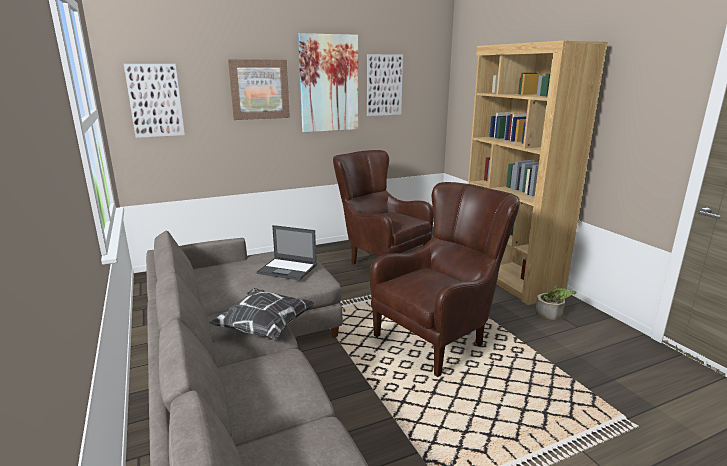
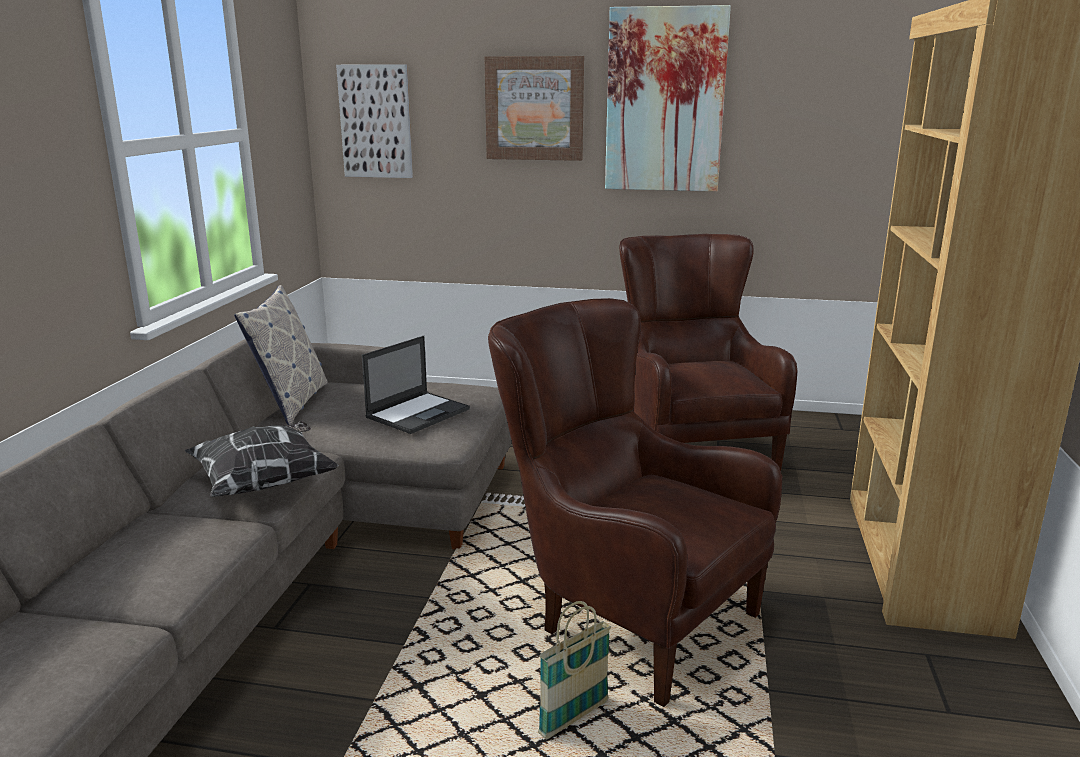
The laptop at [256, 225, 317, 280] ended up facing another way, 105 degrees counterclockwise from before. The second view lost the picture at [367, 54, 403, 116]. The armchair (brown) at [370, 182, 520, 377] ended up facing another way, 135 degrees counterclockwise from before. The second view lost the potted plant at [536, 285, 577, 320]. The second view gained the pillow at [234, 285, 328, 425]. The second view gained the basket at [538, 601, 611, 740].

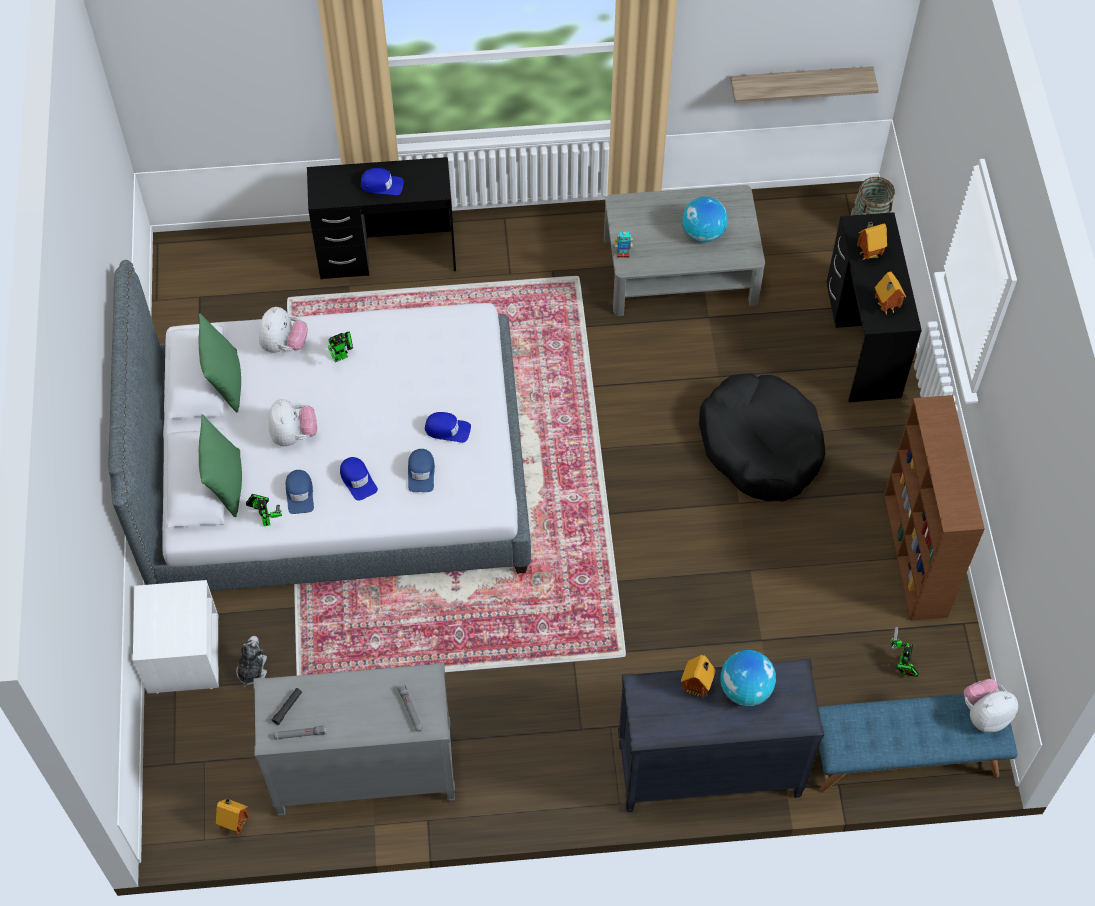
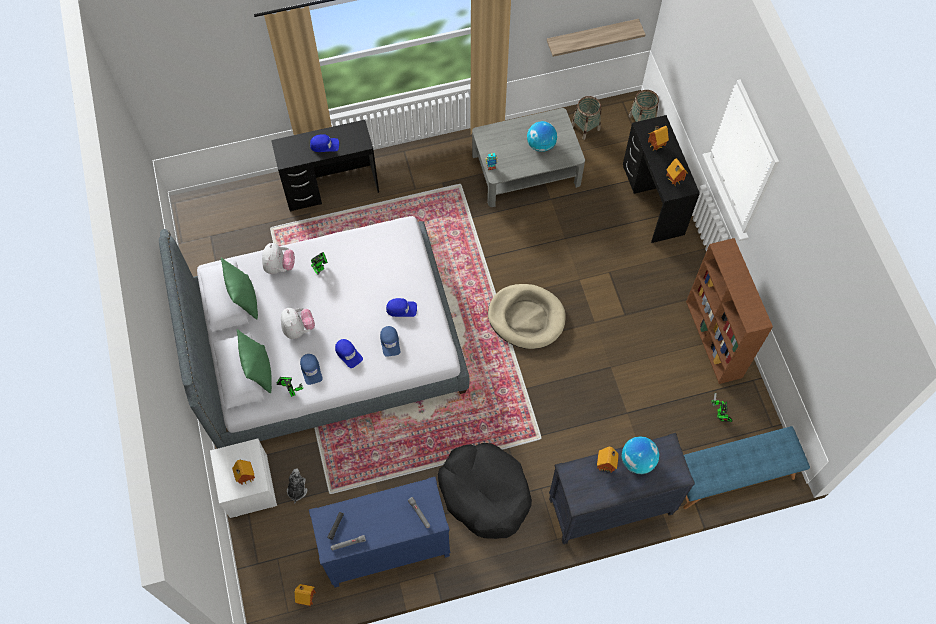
What was the dresser (grey) at [254, 663, 455, 816] turned into the dresser (blue) at [309, 477, 451, 588]. The dog bed (black) ended up elsewhere, having gone from [699, 373, 825, 501] to [438, 443, 532, 539]. The second view lost the plush toy at [964, 679, 1018, 732]. The second view gained the toy house at [232, 460, 255, 485]. The second view gained the dog bed (beige) at [488, 284, 566, 349]. The second view gained the basket at [572, 96, 601, 140].

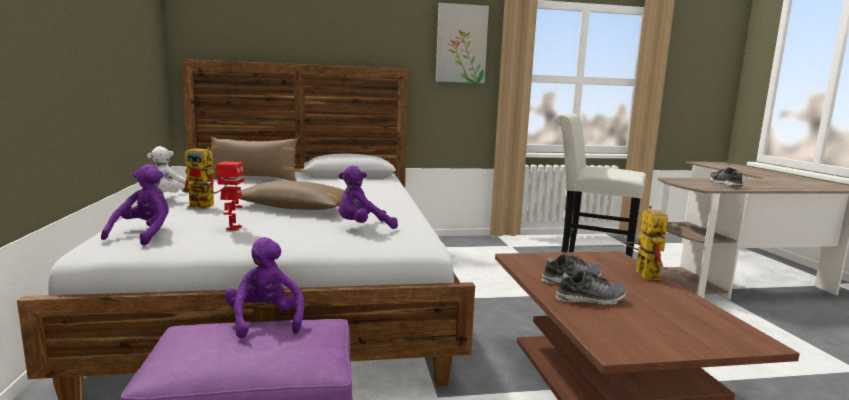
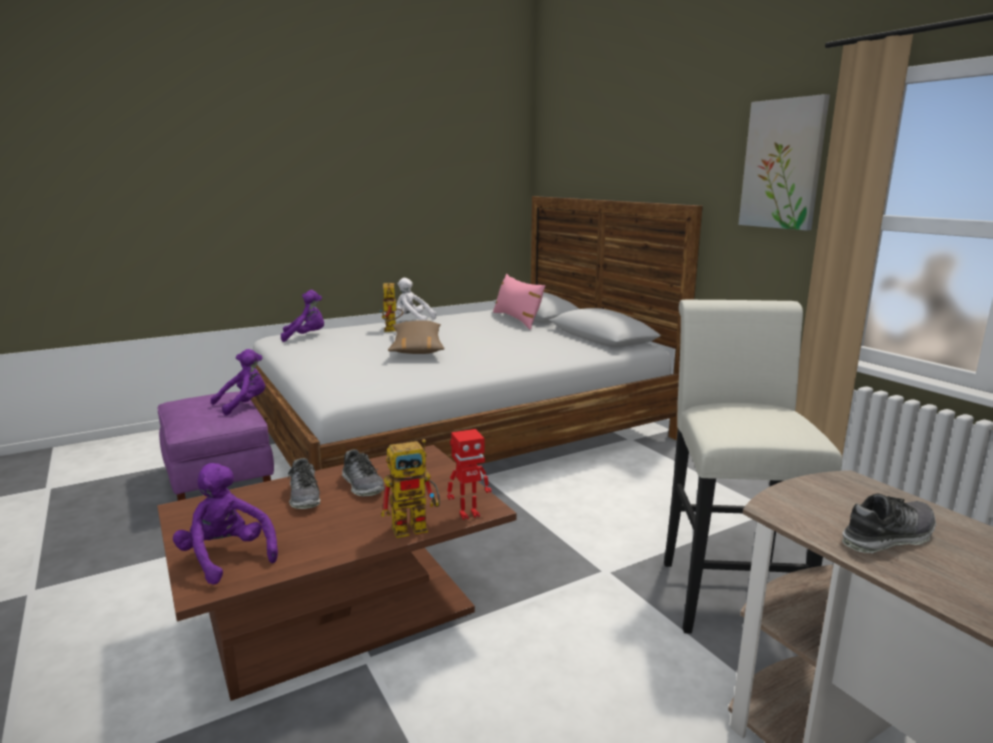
What was the pillow (brown) at [210, 137, 298, 181] turned into the pillow (pink) at [493, 274, 545, 330]. The toy robot ended up elsewhere, having gone from [216, 162, 244, 231] to [447, 429, 492, 520]. The plush toy (purple) ended up elsewhere, having gone from [339, 165, 398, 229] to [173, 463, 278, 585].

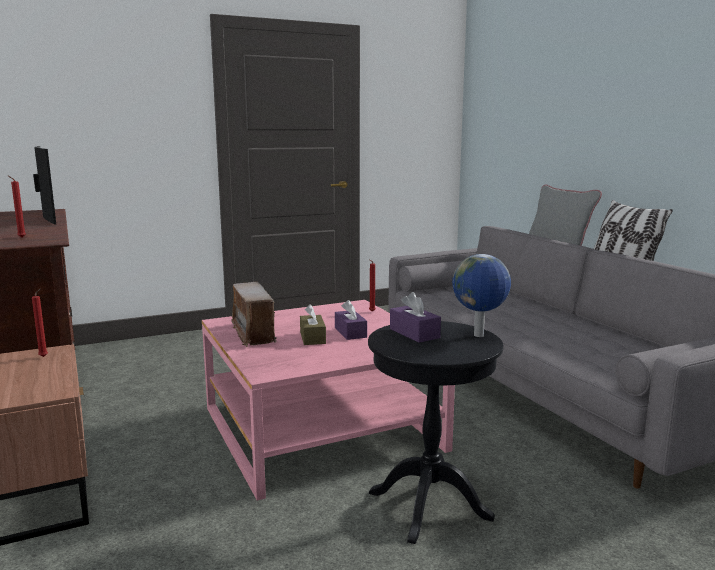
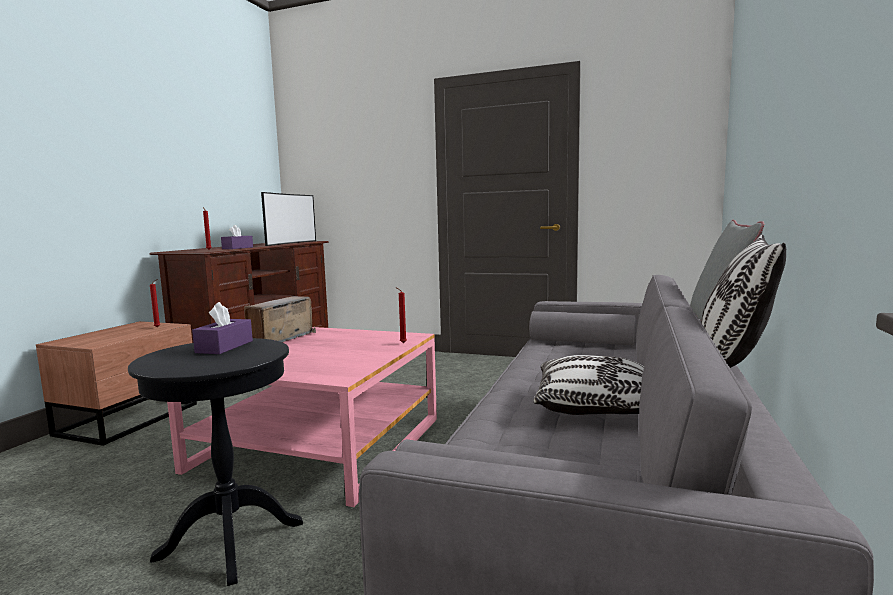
The second view lost the tissue box (brown) at [300, 304, 326, 345]. The tissue box (purple) ended up elsewhere, having gone from [335, 300, 367, 340] to [221, 225, 253, 249]. The second view lost the globe at [452, 254, 511, 337]. The second view gained the pillow at [534, 355, 644, 415].

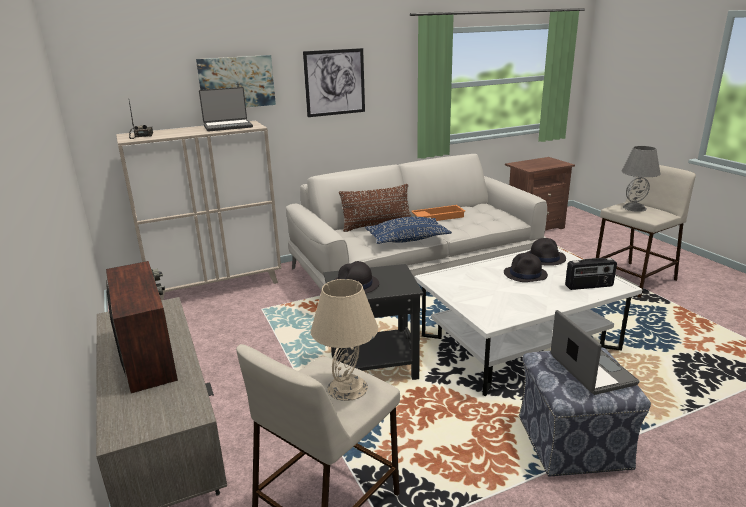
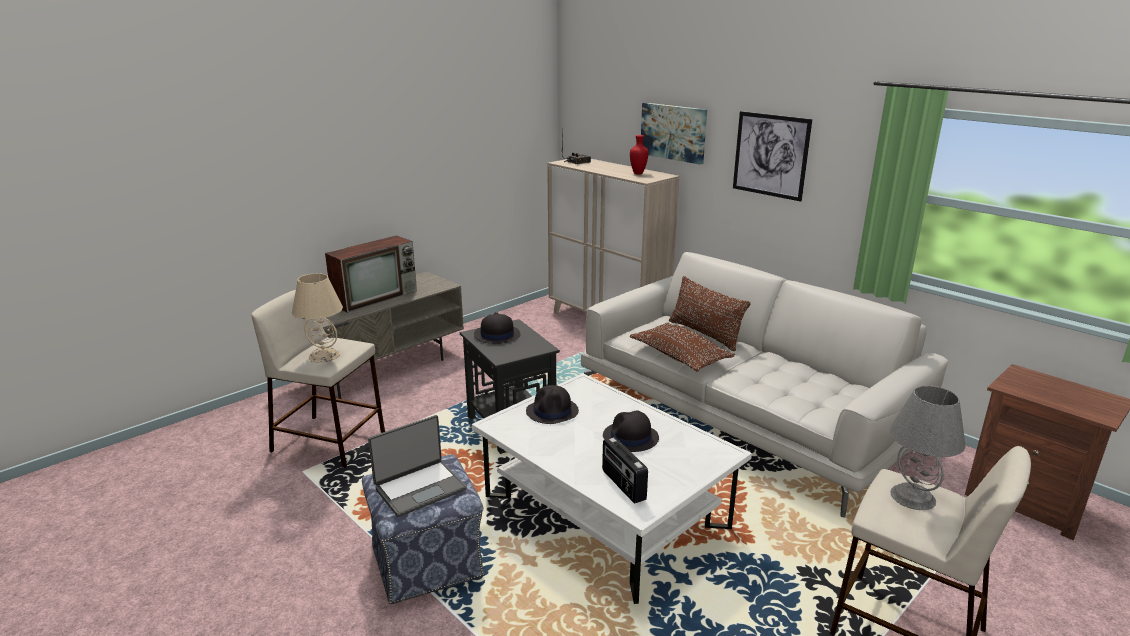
Where the laptop stood at [199, 87, 253, 131], the vase (red) came to stand at [630, 135, 648, 174]. What was the pillow (blue) at [365, 217, 452, 244] turned into the pillow (brown) at [630, 323, 735, 371]. The second view lost the tray (orange) at [411, 205, 466, 221]. The hat (black) ended up elsewhere, having gone from [526, 238, 566, 266] to [526, 385, 579, 424].

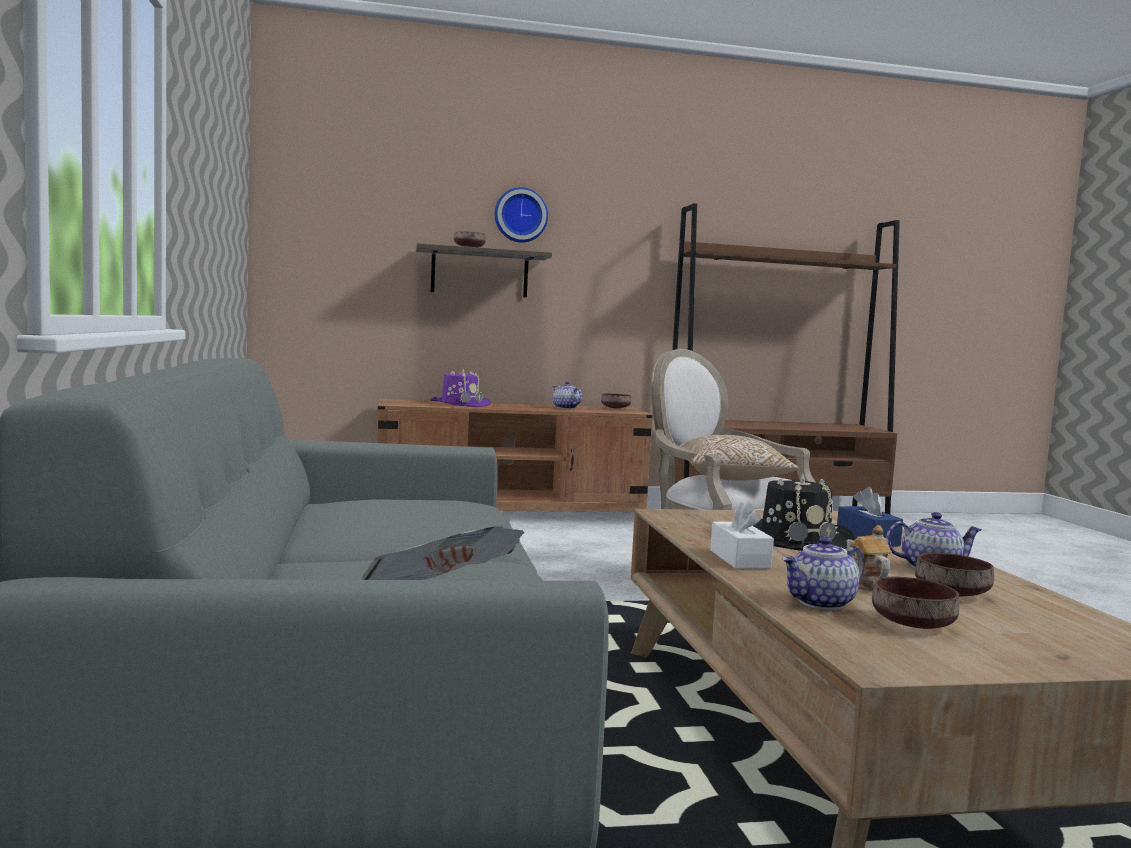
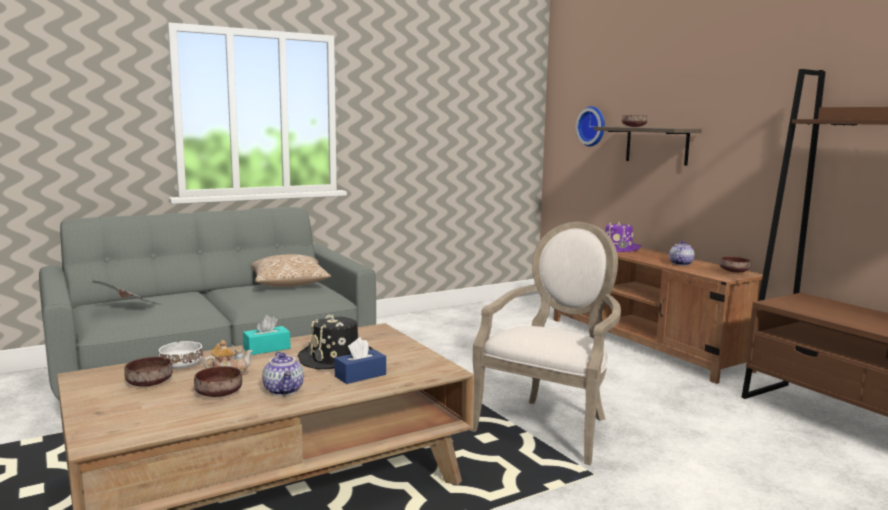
The wall clock ended up elsewhere, having gone from [495, 187, 548, 242] to [576, 106, 605, 147]. The pillow ended up elsewhere, having gone from [679, 435, 799, 481] to [251, 254, 331, 287]. What was the tissue box (white) at [710, 500, 774, 569] turned into the tissue box (turquoise) at [243, 315, 291, 355]. Where the teapot stood at [782, 537, 865, 610], the bowl (white) came to stand at [159, 341, 203, 368].

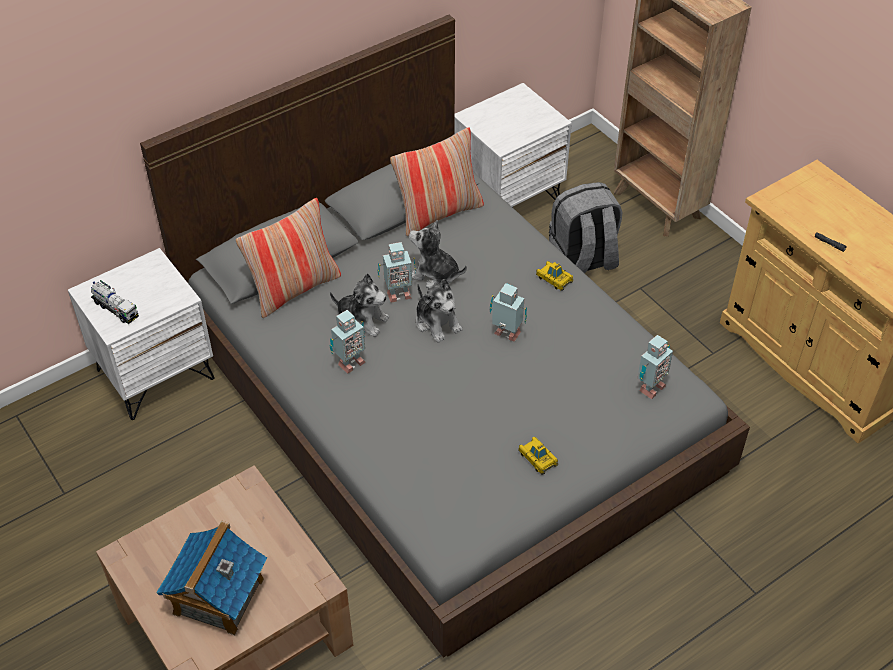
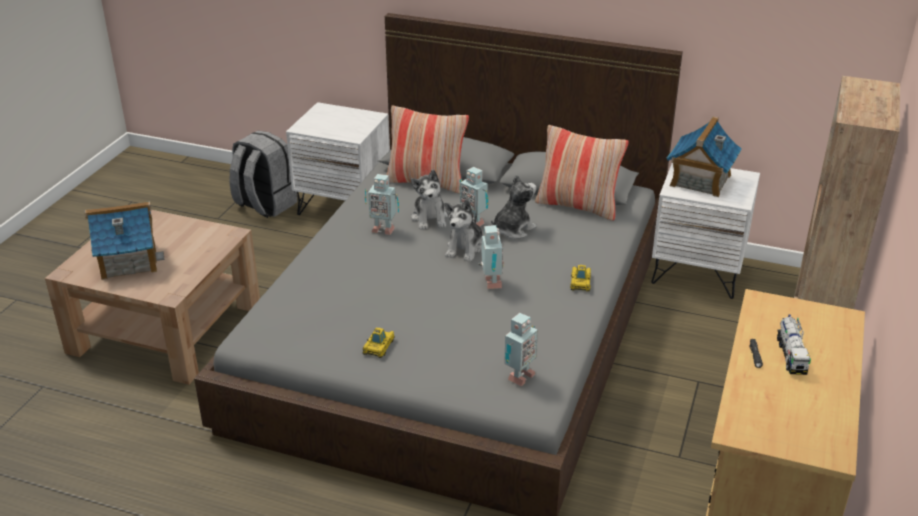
The toy truck ended up elsewhere, having gone from [91, 280, 139, 324] to [777, 315, 811, 375]. The plush toy at [409, 220, 467, 288] ended up facing another way, 60 degrees clockwise from before. The backpack (grey) ended up elsewhere, having gone from [549, 182, 622, 273] to [229, 131, 297, 218]. The toy robot at [638, 335, 673, 399] ended up facing another way, 60 degrees counterclockwise from before. The second view gained the toy house at [667, 117, 741, 197].

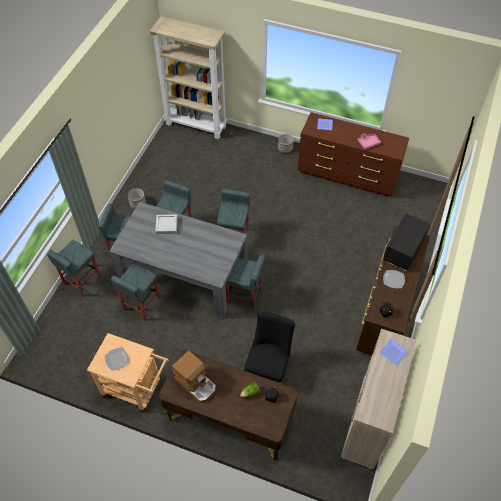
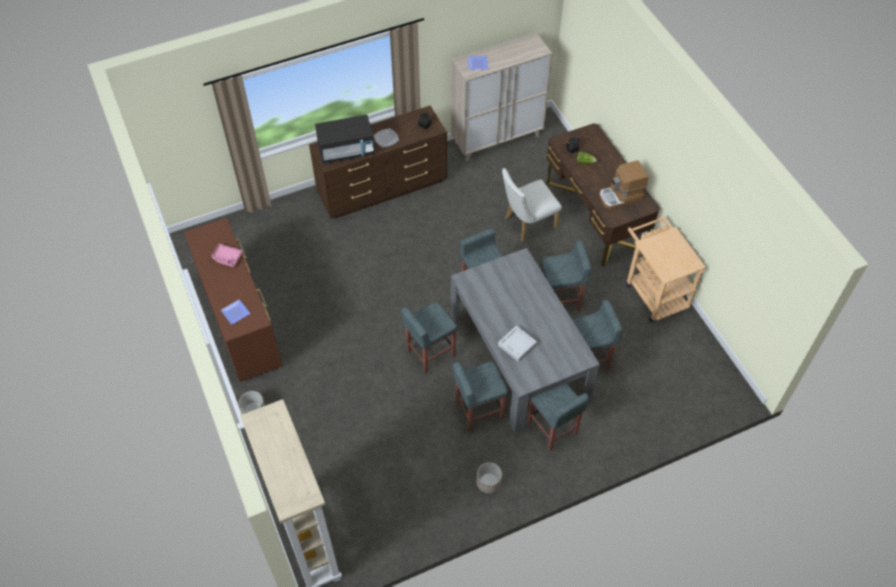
The stool (grey) ended up elsewhere, having gone from [47, 240, 101, 296] to [540, 240, 591, 311]. The second view lost the plate at [105, 347, 129, 371]. The coffee machine at [172, 351, 216, 403] ended up facing another way, 105 degrees counterclockwise from before. What was the chair (black) at [244, 312, 295, 383] turned into the chair (white) at [502, 168, 562, 242].

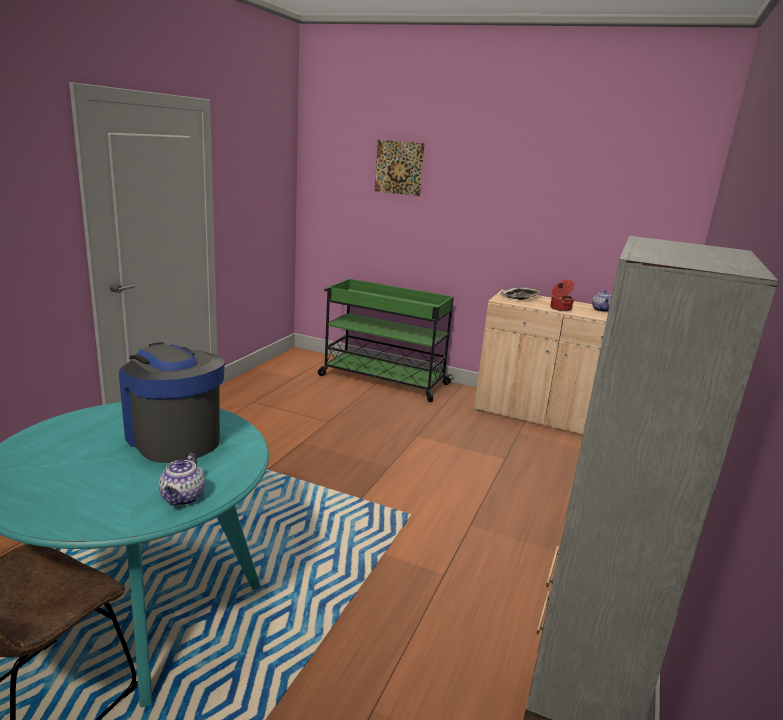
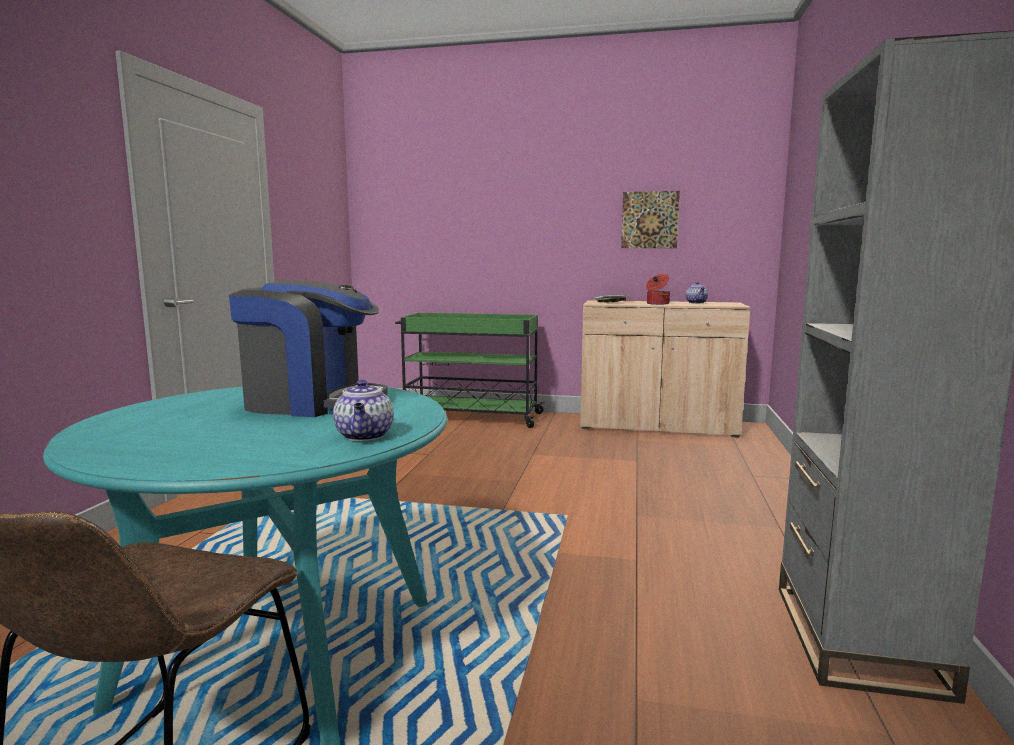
The coffee machine at [119, 342, 225, 463] ended up facing another way, 150 degrees clockwise from before. The picture ended up elsewhere, having gone from [375, 140, 425, 196] to [621, 191, 680, 248].

